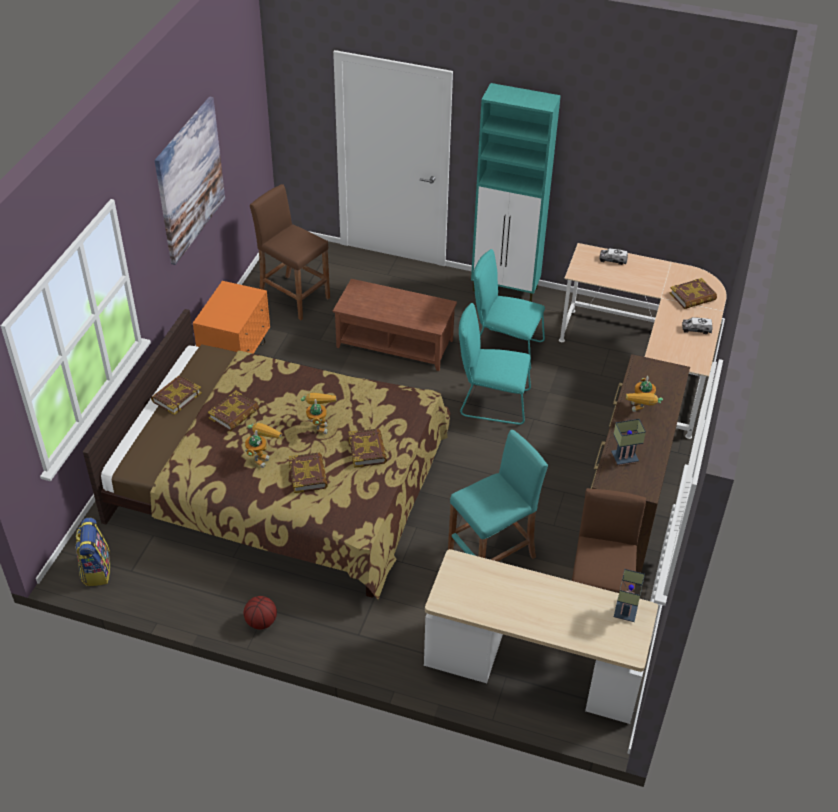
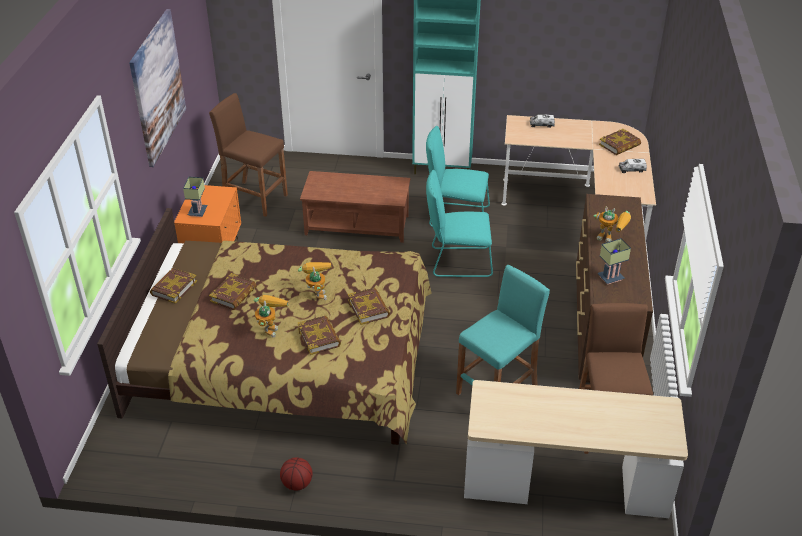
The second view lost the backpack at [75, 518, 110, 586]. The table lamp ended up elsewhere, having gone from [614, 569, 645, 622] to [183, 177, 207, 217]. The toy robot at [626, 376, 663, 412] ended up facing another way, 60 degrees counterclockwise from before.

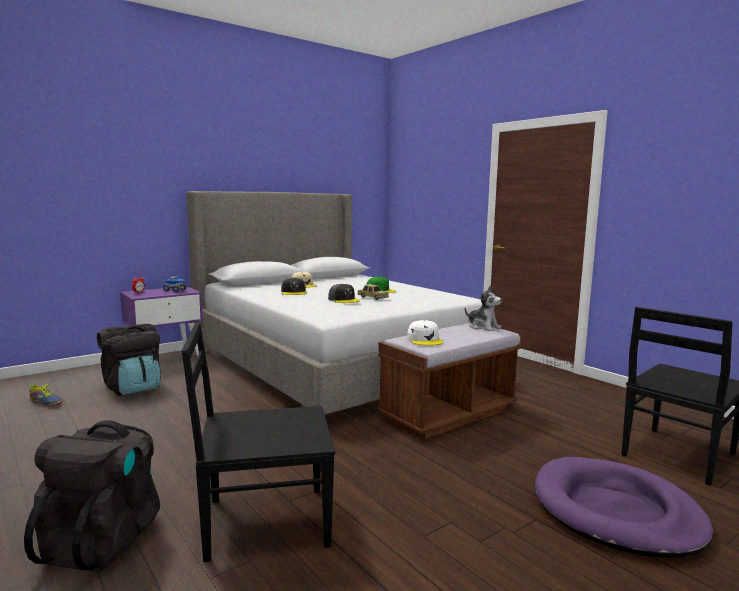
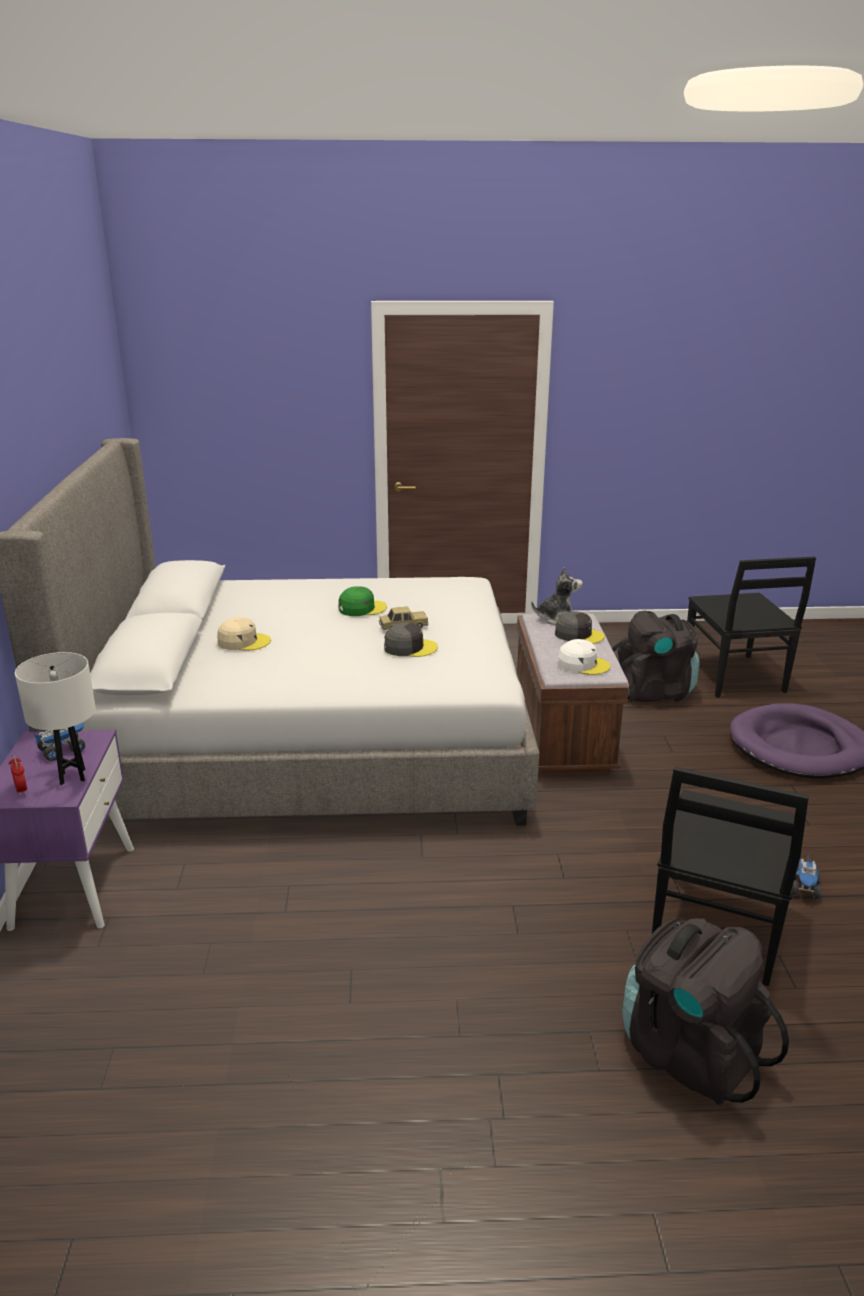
The second view lost the shoe at [27, 384, 63, 407]. The backpack (black) ended up elsewhere, having gone from [97, 324, 161, 396] to [612, 611, 700, 702]. The cap (grey) ended up elsewhere, having gone from [281, 277, 306, 295] to [555, 611, 604, 644]. The second view gained the table lamp (white) at [15, 652, 96, 785]. The second view gained the toy truck at [792, 855, 822, 900].

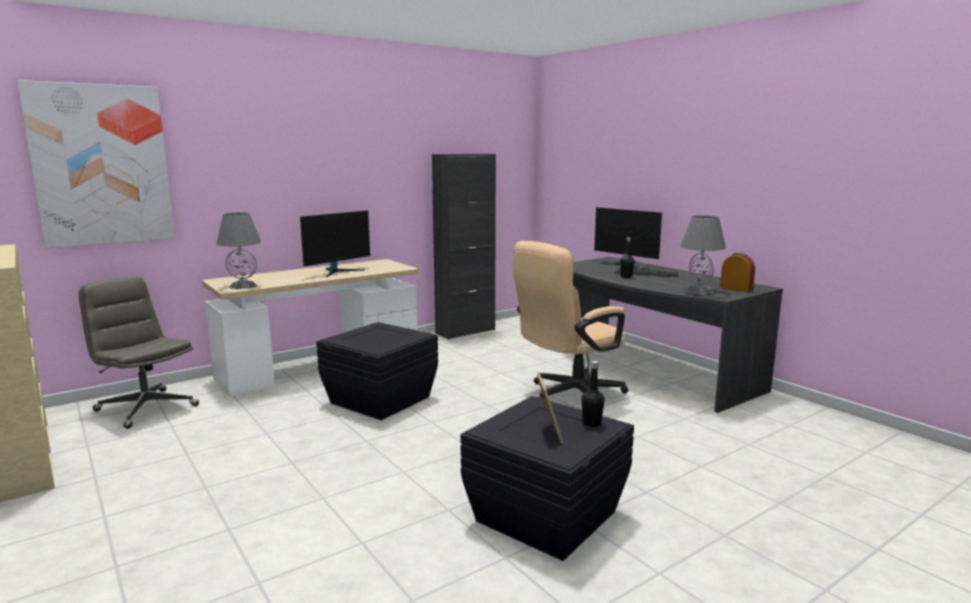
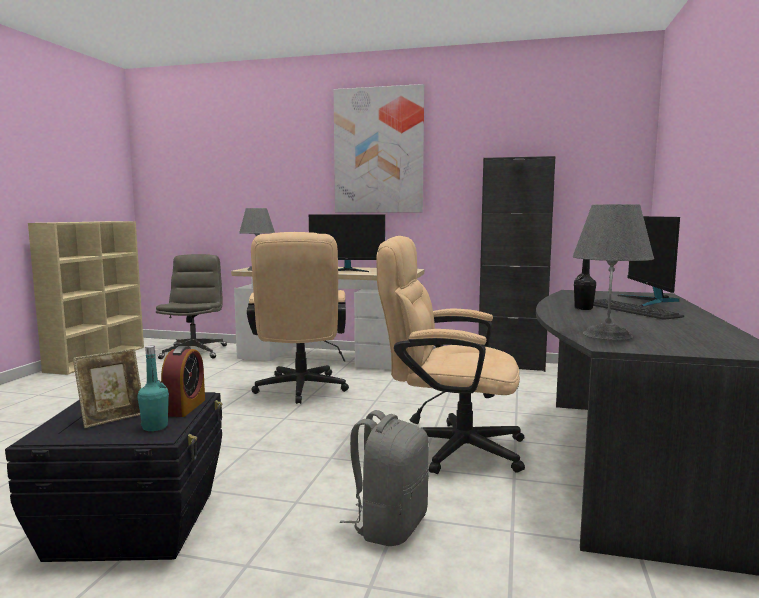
The picture ended up elsewhere, having gone from [17, 80, 175, 249] to [334, 84, 424, 212]. Where the storage box (black) stood at [316, 322, 438, 420], the office chair (beige) came to stand at [247, 232, 349, 404]. What was the bottle (black) at [581, 361, 605, 427] turned into the bottle (turquoise) at [137, 345, 169, 431]. The alarm clock ended up elsewhere, having gone from [720, 252, 755, 292] to [161, 346, 205, 417]. The second view gained the backpack (grey) at [340, 410, 429, 546].

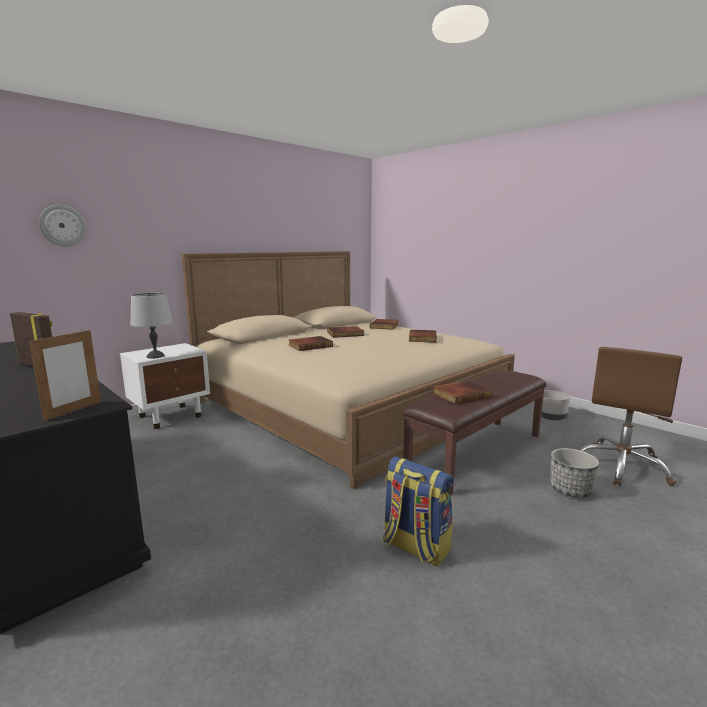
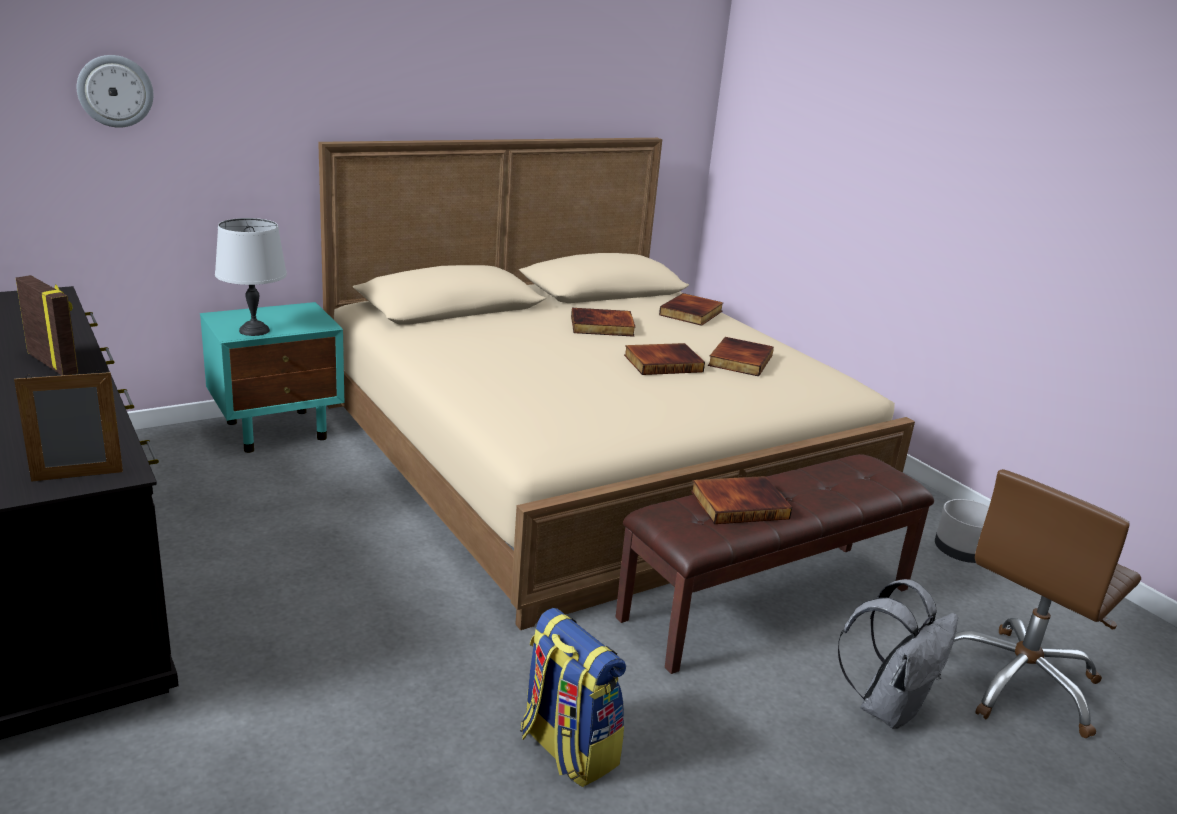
The picture frame at [29, 329, 101, 421] ended up facing another way, 150 degrees counterclockwise from before. What was the nightstand (white) at [120, 343, 210, 429] turned into the nightstand (turquoise) at [200, 302, 344, 453]. The book ended up elsewhere, having gone from [288, 336, 333, 351] to [624, 343, 705, 375]. Where the planter stood at [550, 448, 599, 498], the backpack (grey) came to stand at [838, 579, 958, 729].

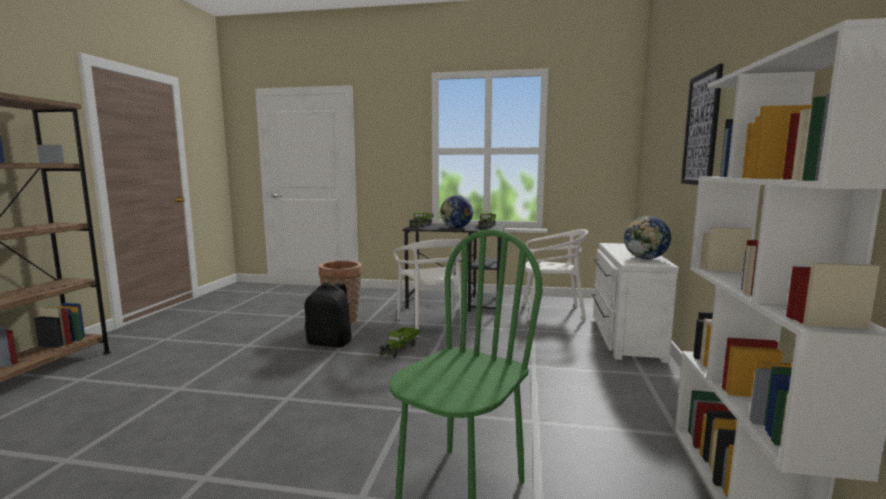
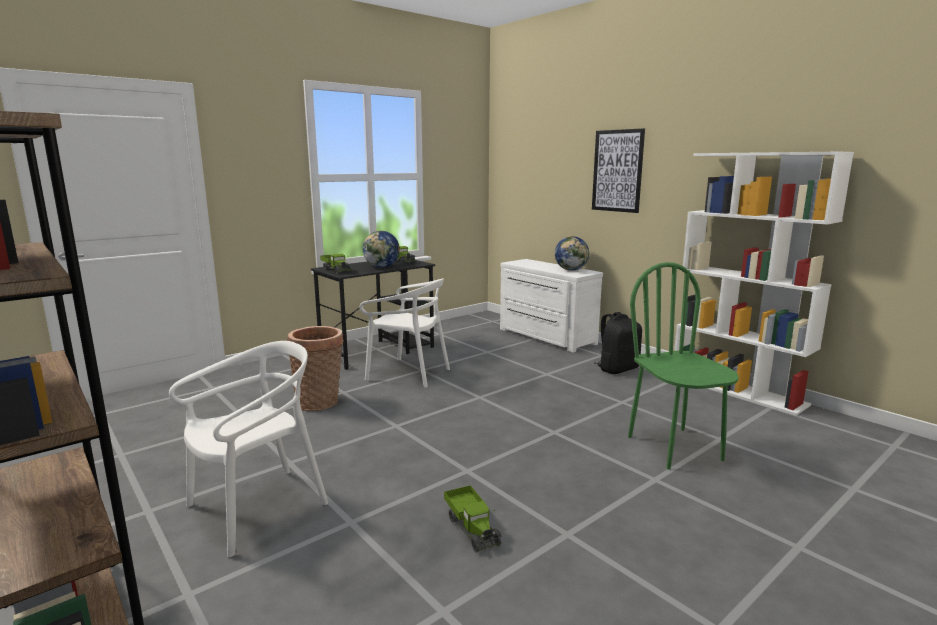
The backpack (black) ended up elsewhere, having gone from [305, 282, 352, 348] to [594, 312, 642, 374]. The toy truck ended up elsewhere, having gone from [379, 327, 419, 358] to [444, 485, 502, 552]. The chair (white) ended up elsewhere, having gone from [523, 229, 588, 321] to [169, 341, 328, 557].

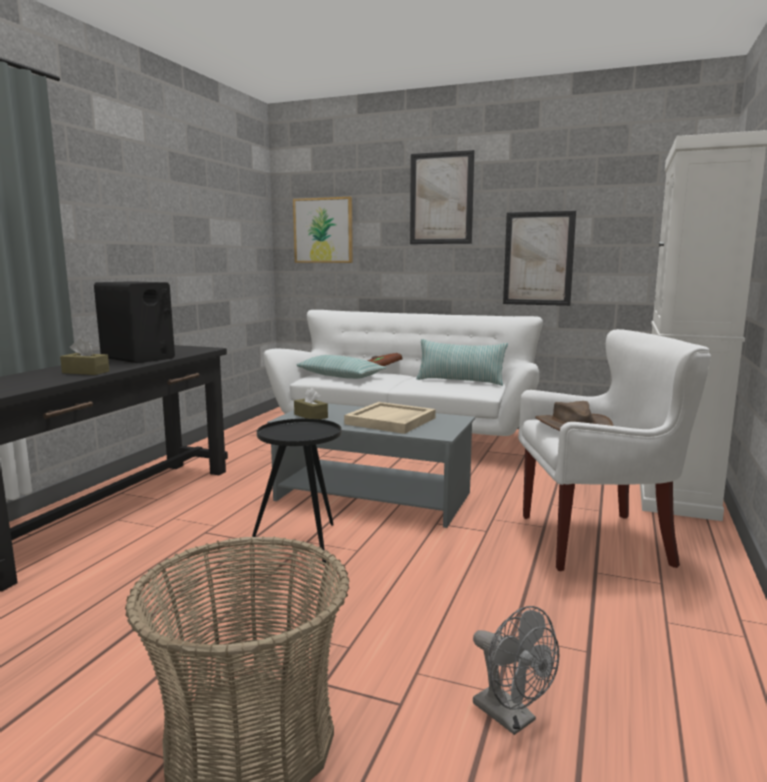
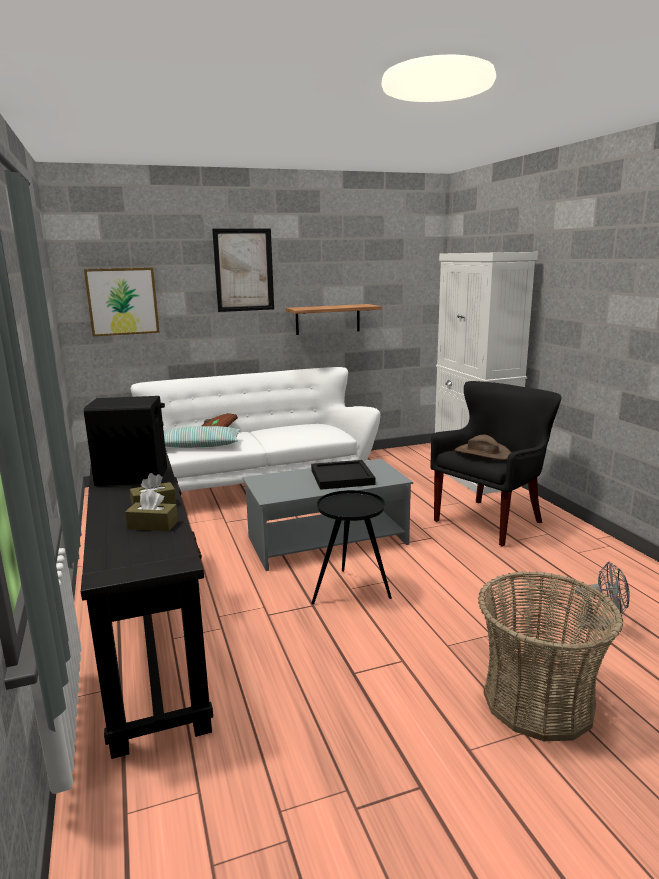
The tissue box (brown) ended up elsewhere, having gone from [294, 388, 328, 419] to [125, 490, 178, 531]. What was the tray (beige) at [344, 402, 436, 434] turned into the tray (black) at [311, 460, 375, 490]. The second view lost the pillow at [416, 339, 508, 386]. Where the picture hung at [503, 211, 576, 306], the shelf came to hang at [286, 304, 382, 335]. What was the armchair (white) at [518, 329, 711, 571] turned into the armchair (black) at [430, 381, 561, 547].

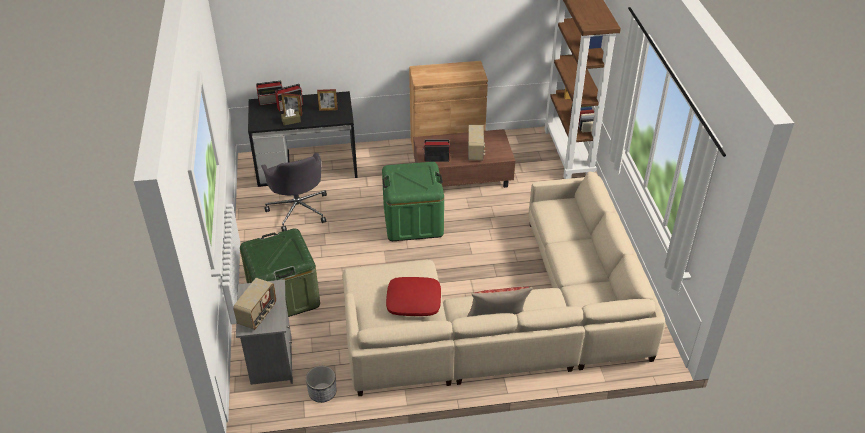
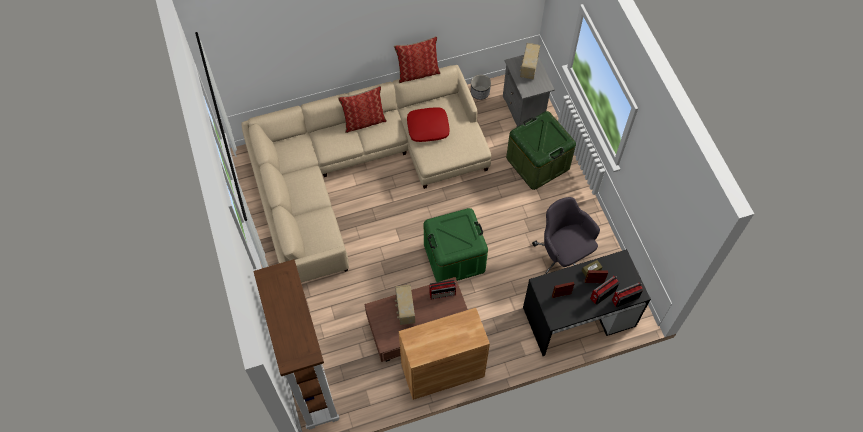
The second view gained the pillow at [394, 36, 441, 83].

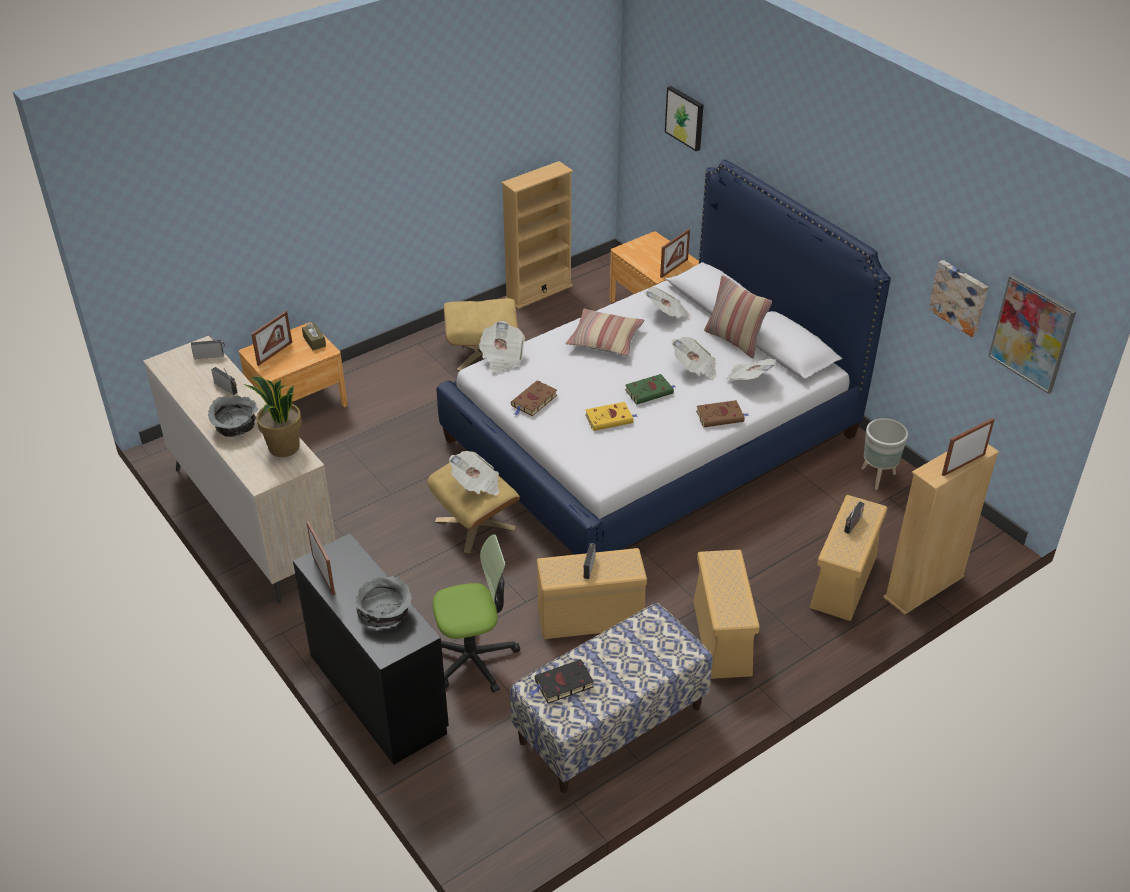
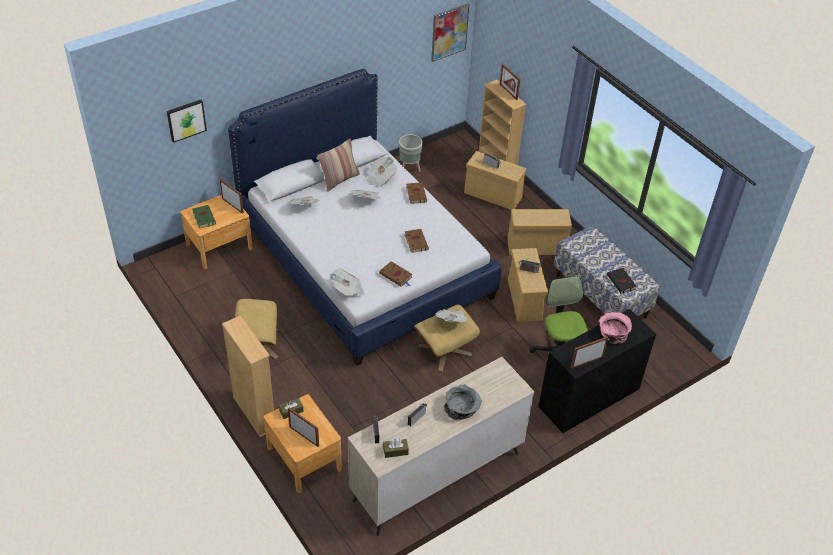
The second view lost the potted plant at [244, 376, 302, 457]. What was the bowl (grey) at [355, 576, 412, 627] turned into the bowl (pink) at [599, 312, 632, 344]. The bookcase (beige) ended up elsewhere, having gone from [501, 161, 573, 309] to [222, 316, 274, 437]. The second view lost the pillow at [565, 309, 644, 356]. What was the book (yellow) at [585, 402, 638, 431] turned into the book (brown) at [405, 229, 429, 253]. The book (green) ended up elsewhere, having gone from [625, 374, 675, 404] to [192, 205, 216, 229]. The second view lost the picture at [928, 260, 988, 337]. The second view gained the tissue box (brown) at [383, 438, 409, 458].

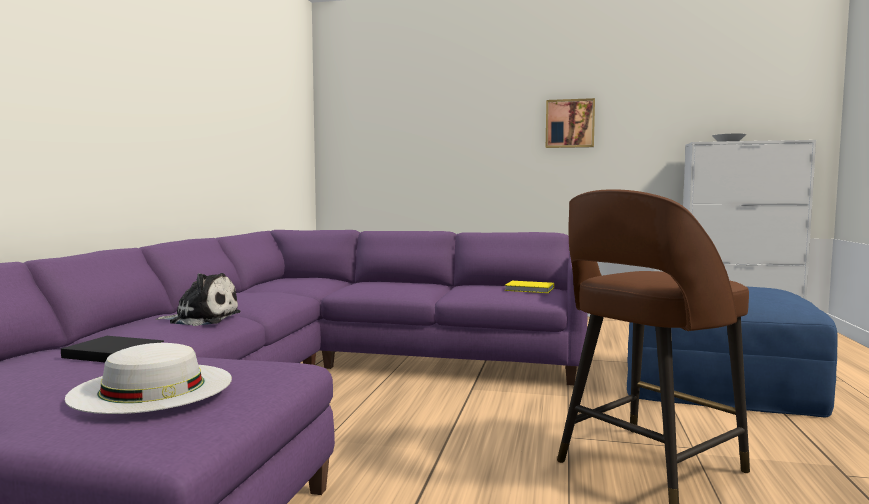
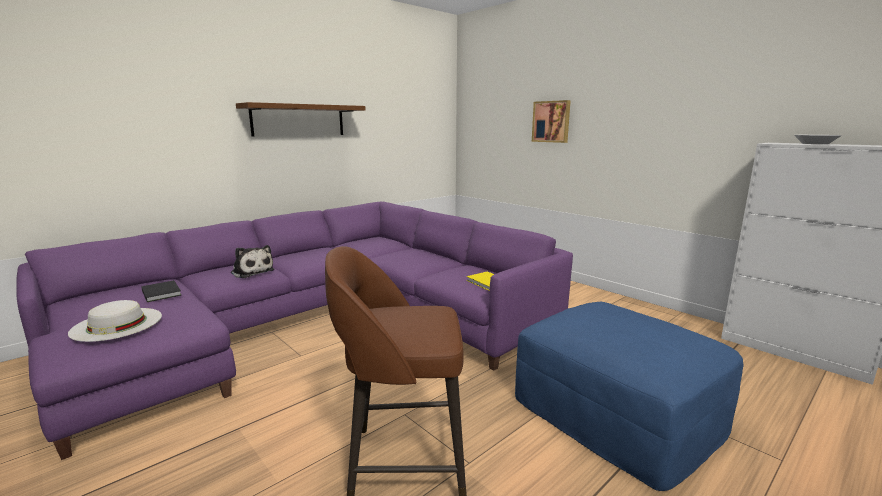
The picture ended up elsewhere, having gone from [546, 98, 595, 148] to [532, 100, 571, 143]. The second view gained the shelf (brown) at [236, 102, 365, 137].

